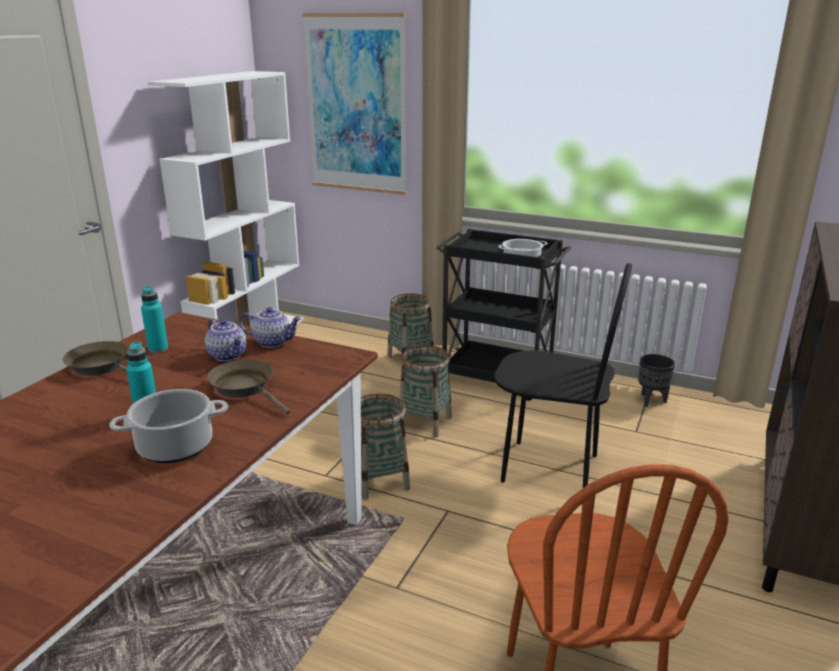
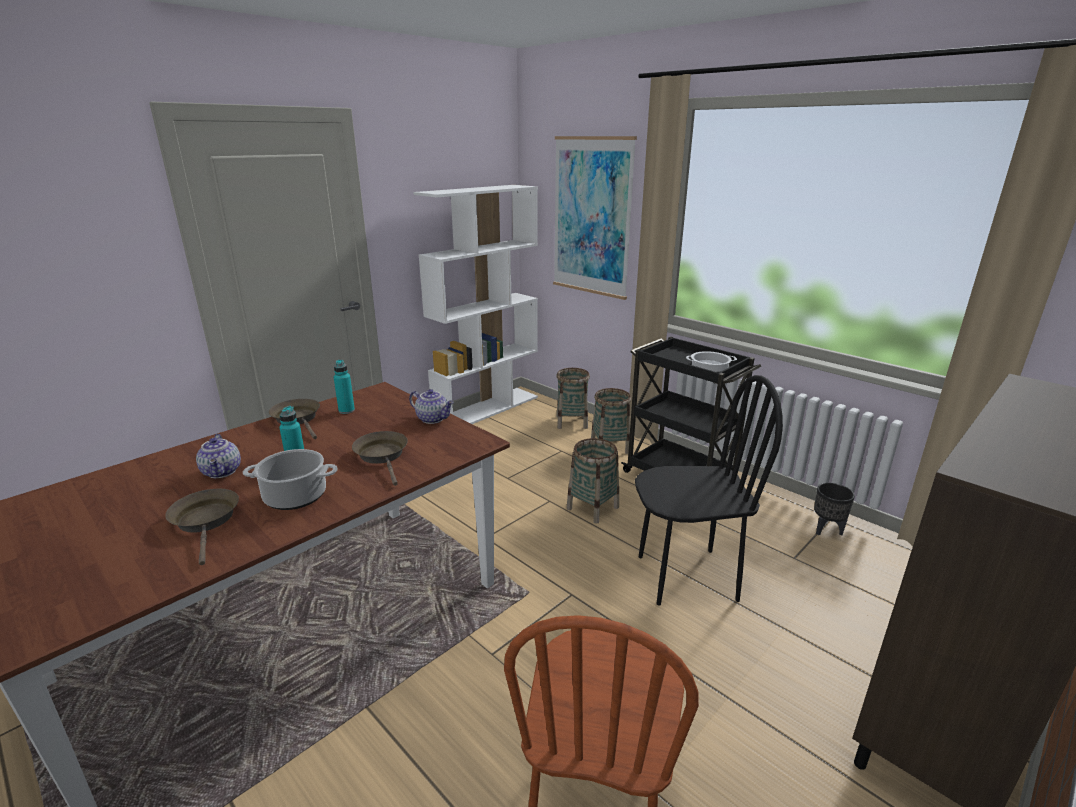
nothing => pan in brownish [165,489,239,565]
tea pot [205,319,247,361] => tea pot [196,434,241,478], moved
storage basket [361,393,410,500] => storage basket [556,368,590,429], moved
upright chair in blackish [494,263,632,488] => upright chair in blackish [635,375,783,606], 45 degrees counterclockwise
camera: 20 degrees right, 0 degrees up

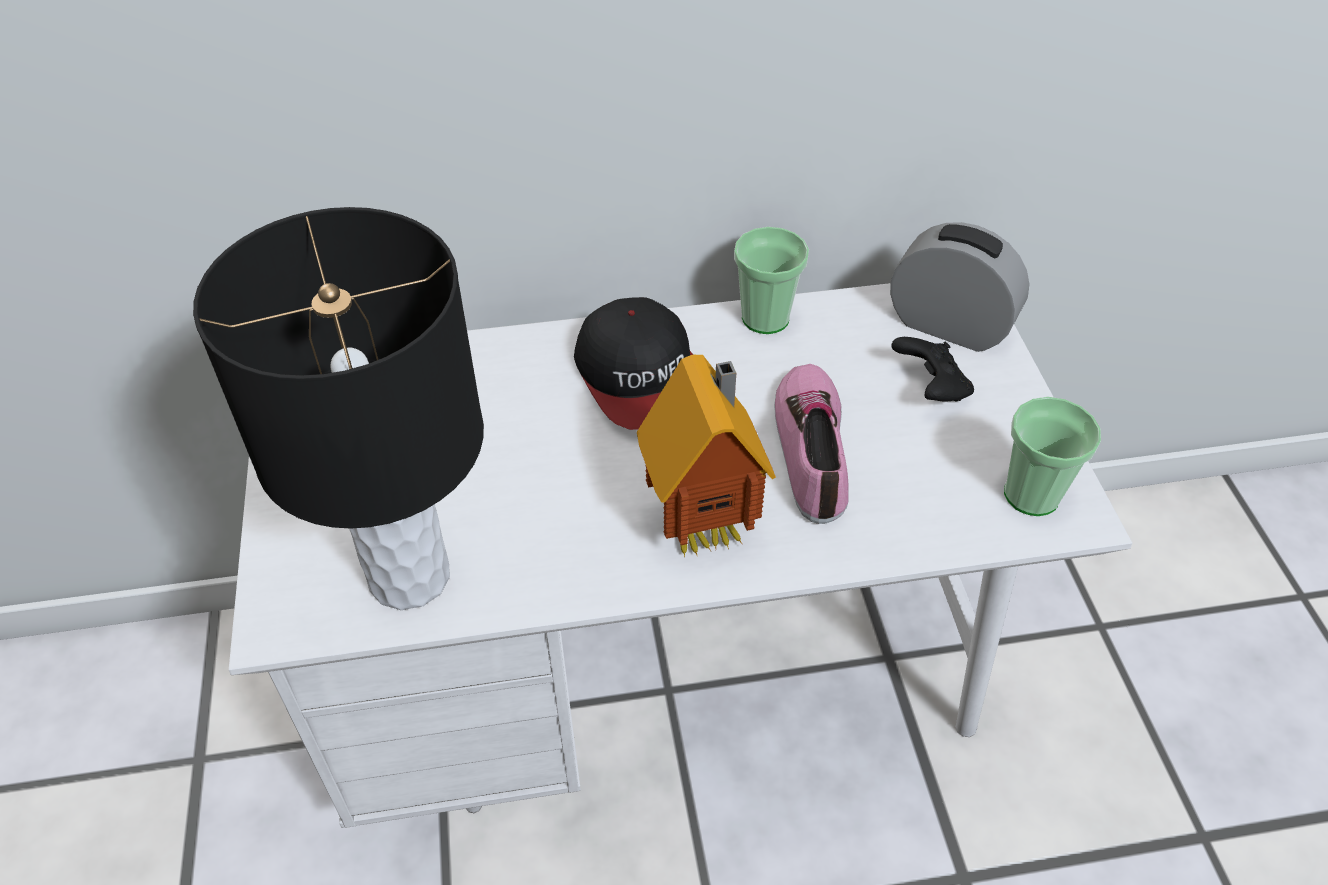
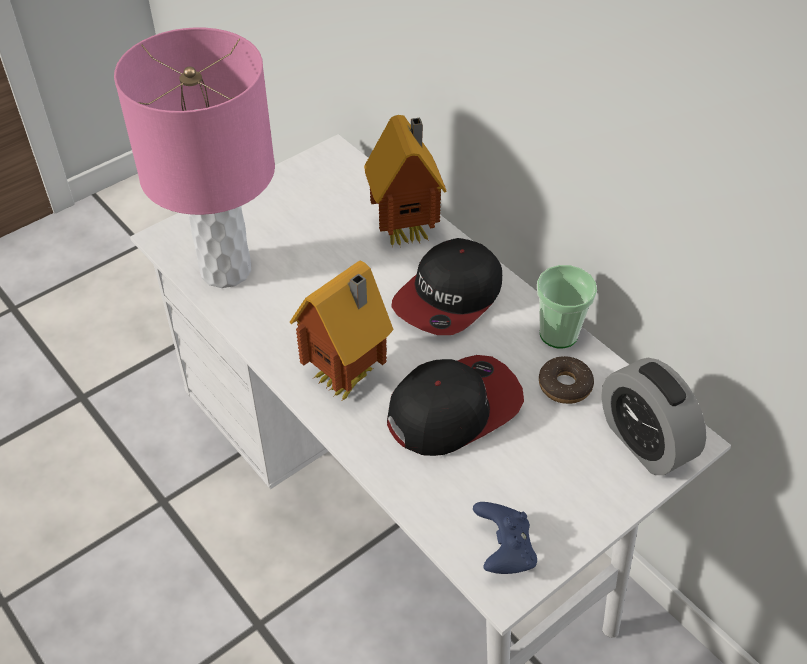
joypad in blackish [891,337,974,402] => nothing
nothing => model house [364,115,447,247]
nothing => donut [539,356,594,404]
item of footwear [774,364,848,524] => cap [387,355,524,456]
cup [1004,397,1101,516] => joypad in bluish [473,502,537,574]
table lamp in blackish [193,207,484,610] => table lamp in pink [114,27,275,288]
bedside clock [890,222,1030,352] => bedside clock [601,358,706,475], 150 degrees clockwise
camera: 60 degrees right, 0 degrees up

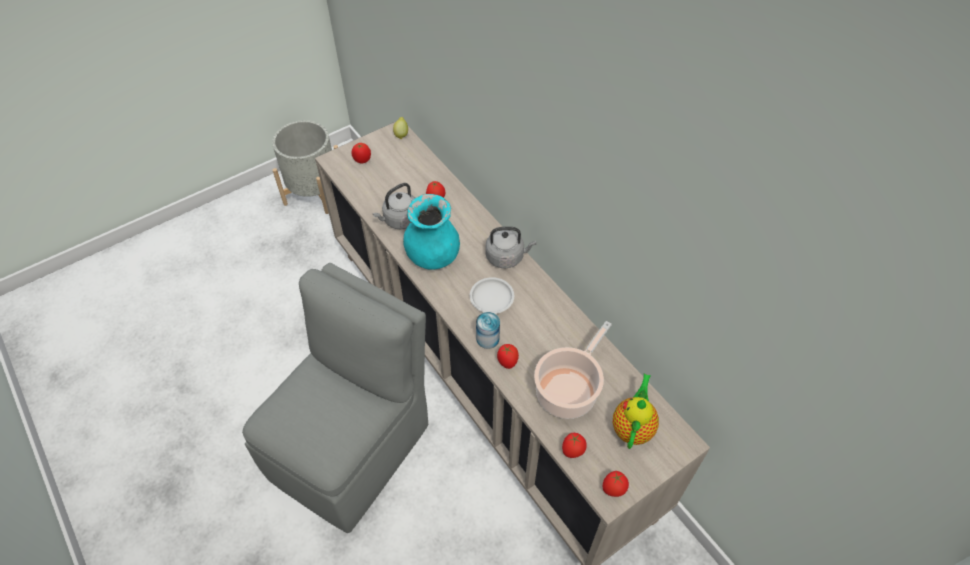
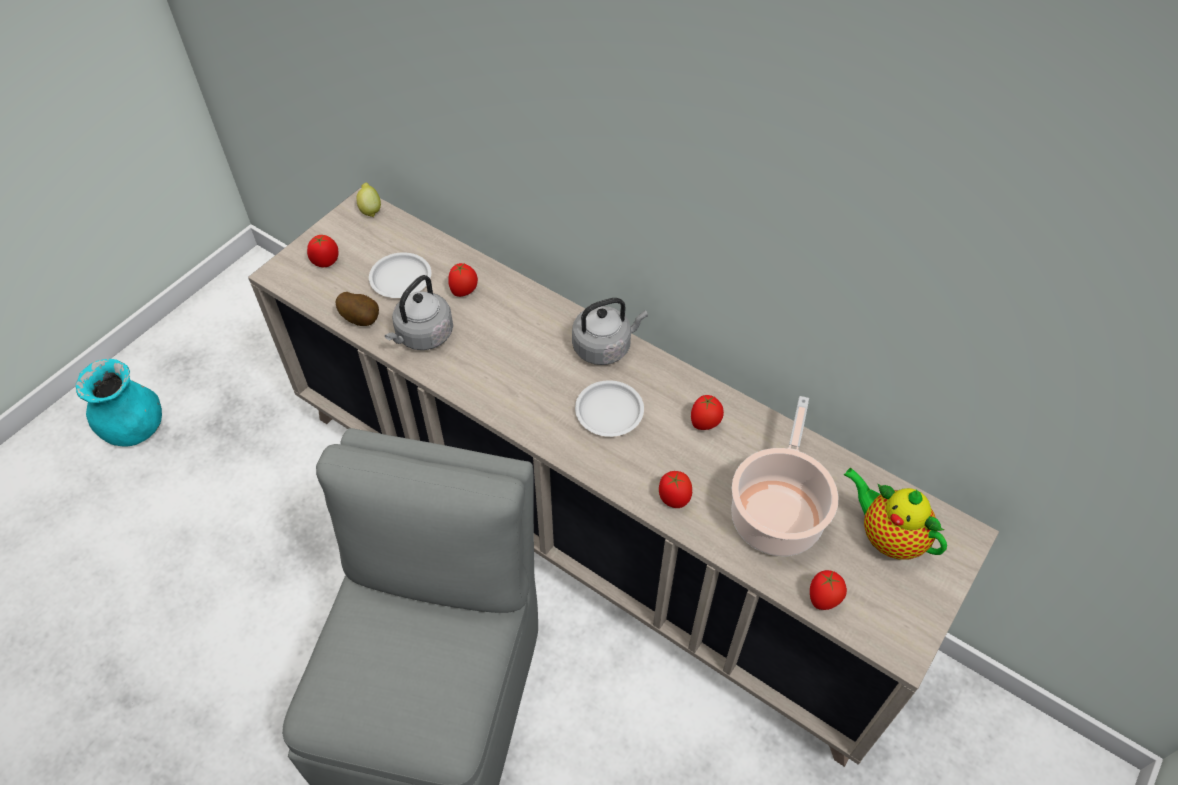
planter in gray [272,120,338,214] => nothing
sealed can [476,312,500,349] => nothing
nothing => potato [335,292,379,326]
nothing => plate in white-coloured [369,252,431,298]
vase in turquoise [403,194,460,270] => vase in turquoise [76,359,162,447], moved
whole tomato [603,471,629,497] => whole tomato [691,395,724,430], moved
tea pot [613,373,659,449] => tea pot [843,468,947,560], 45 degrees counterclockwise
camera: 20 degrees left, 0 degrees up

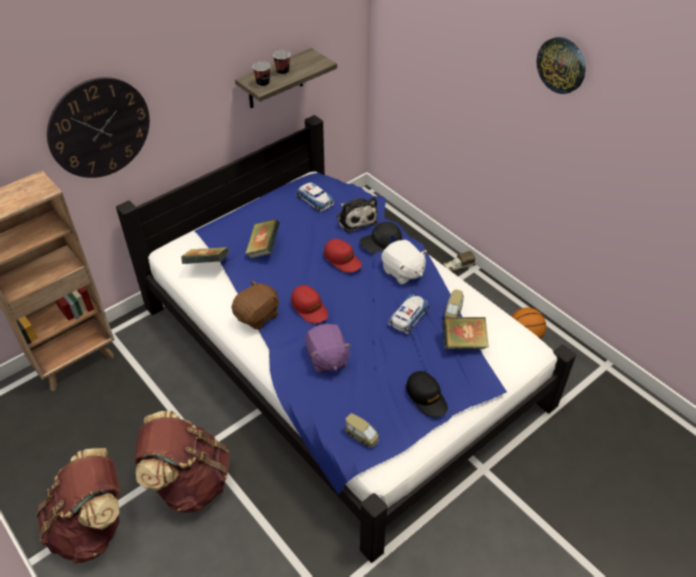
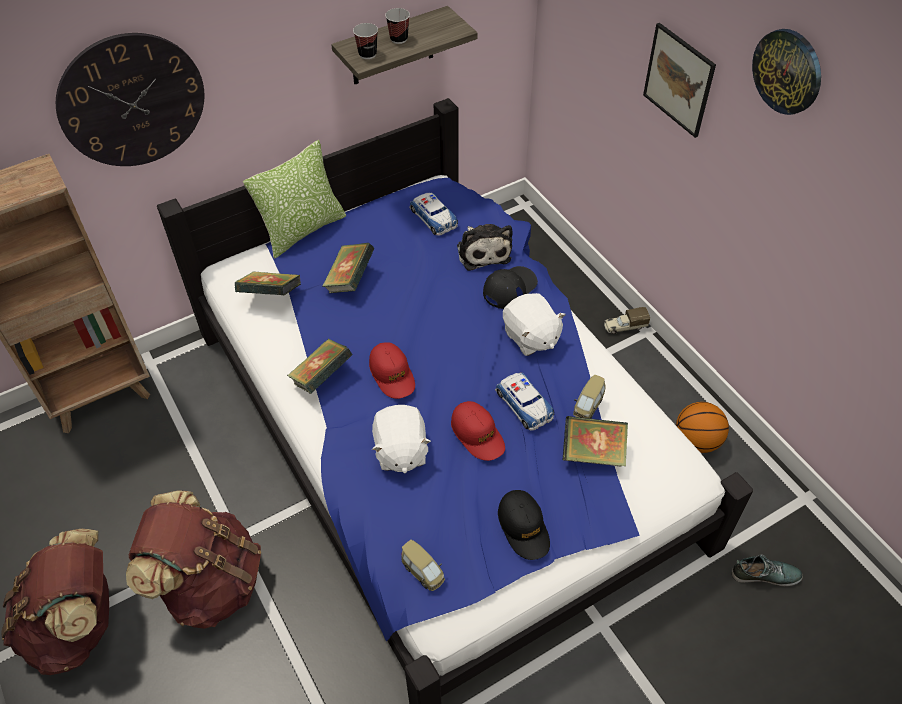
nothing => throw pillow [243,140,346,259]
nothing => wall picture [643,23,716,138]
nothing => item of footwear [732,555,803,586]
cap in red [324,239,362,273] => cap in red [451,401,505,461], moved
cuddly toy in brownish [231,280,279,330] => bound book [287,339,352,394]
cuddly toy in purple-coloured [306,324,352,373] => cuddly toy in white-coloured [372,405,431,473]
cap in blackish [360,222,402,253] => cap in blackish [483,266,538,309], 150 degrees clockwise
model car [388,294,429,334] => model car [495,372,554,431], 105 degrees clockwise
camera: 10 degrees right, 5 degrees up

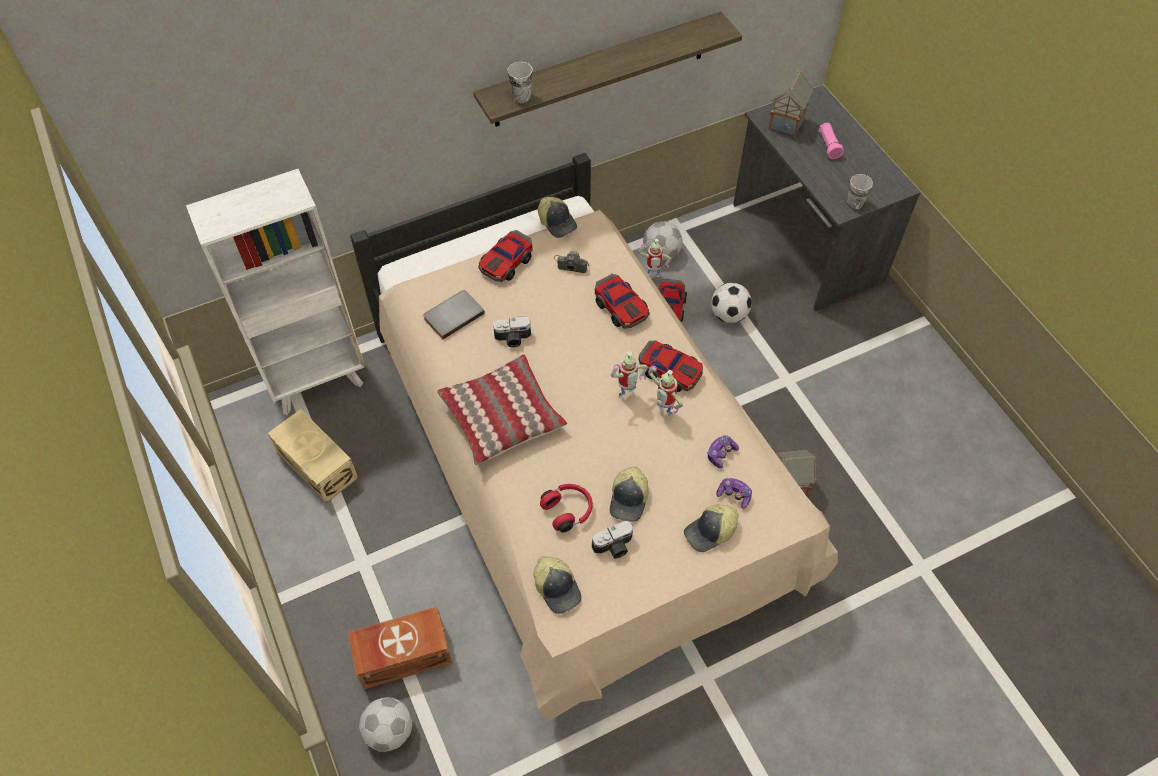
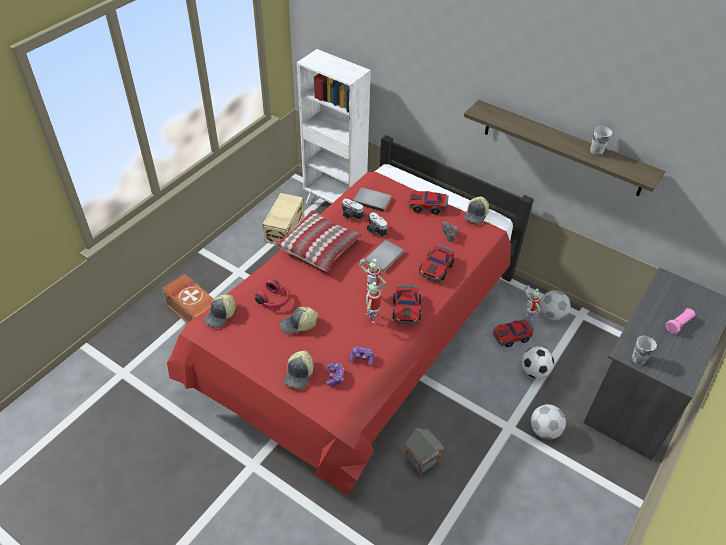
model house [768,71,813,137] => nothing
nothing => bound book in gray [364,240,404,273]
ball for football [359,697,412,752] => ball for football [531,404,566,440], moved
cup [507,62,533,103] => cup [590,126,612,155], moved
still camera [592,521,633,559] => still camera [342,199,364,220], moved
sleeping bed in sand-coloured [350,153,838,721] => sleeping bed in red [167,135,534,495]
cap [684,504,738,552] => cap [284,350,314,389], 105 degrees counterclockwise
camera: 60 degrees right, 10 degrees down

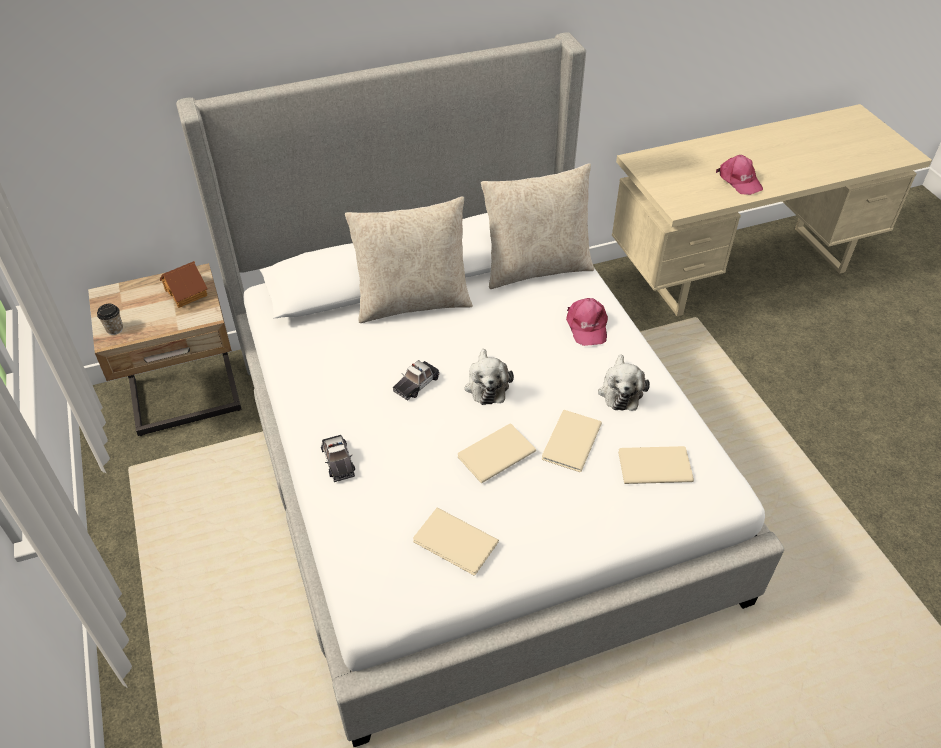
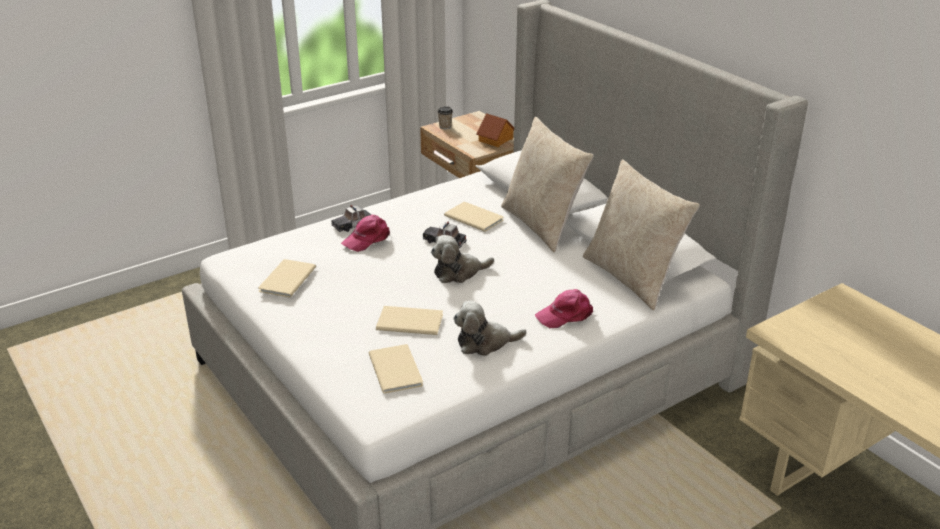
bound book in sand-coloured [458,424,536,483] => bound book in sand-coloured [444,202,504,232], moved
cap in pink [716,155,763,195] => cap in pink [341,215,390,252], moved
camera: 75 degrees right, 15 degrees down

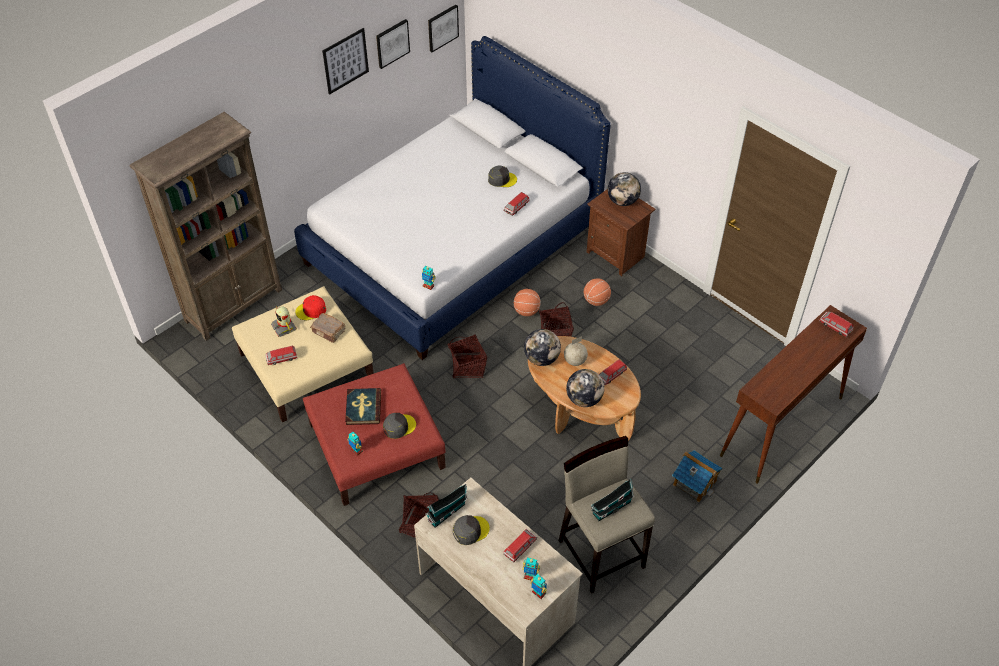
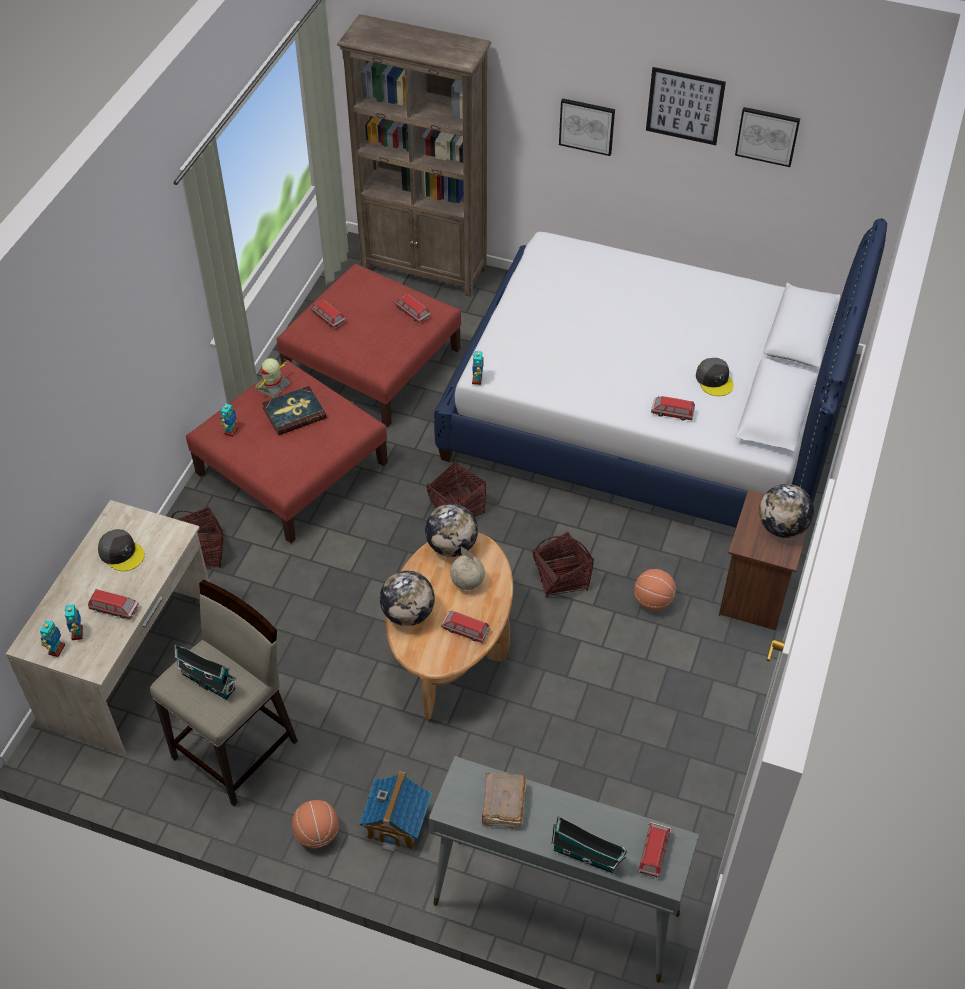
cap in gray [383,413,416,439] => nothing
model robot [271,306,297,337] => model robot [254,358,290,398], moved
bound book in brownish [310,313,345,343] => bound book in brownish [482,772,526,829], moved
model house [425,484,467,528] => model house [551,816,627,873], moved
wall picture [428,4,459,52] => wall picture [559,98,615,156], moved
ball for basketball [514,289,541,316] => ball for basketball [292,800,339,848], moved
cap in red [295,295,326,320] => model car [395,294,430,324]
ottoman in sand-coloured [232,286,374,422] => ottoman in red [276,263,461,427]
console table in brownish [720,305,867,484] => console table in gray [429,756,699,983]
camera: 65 degrees right, 0 degrees up

